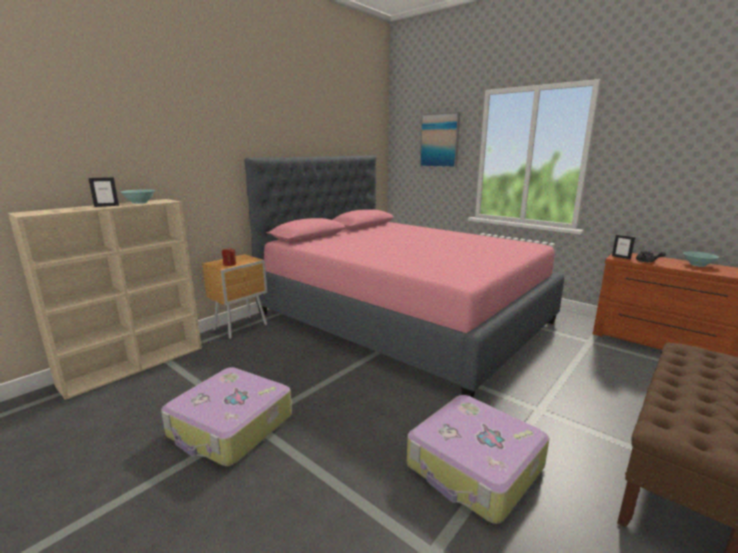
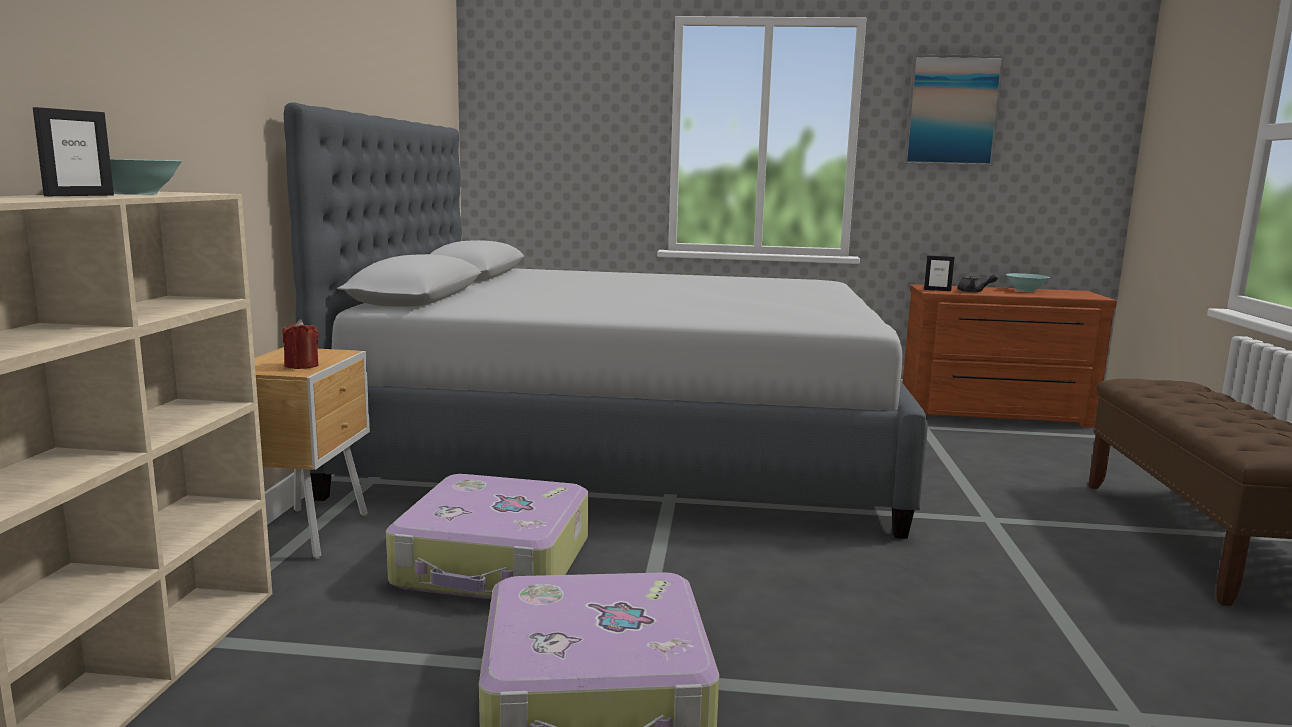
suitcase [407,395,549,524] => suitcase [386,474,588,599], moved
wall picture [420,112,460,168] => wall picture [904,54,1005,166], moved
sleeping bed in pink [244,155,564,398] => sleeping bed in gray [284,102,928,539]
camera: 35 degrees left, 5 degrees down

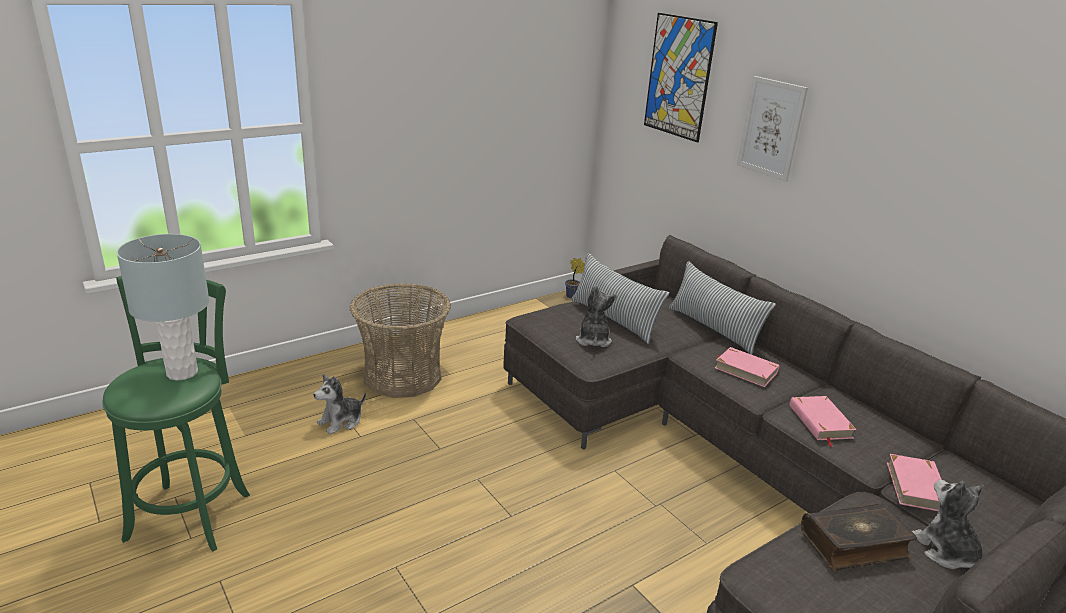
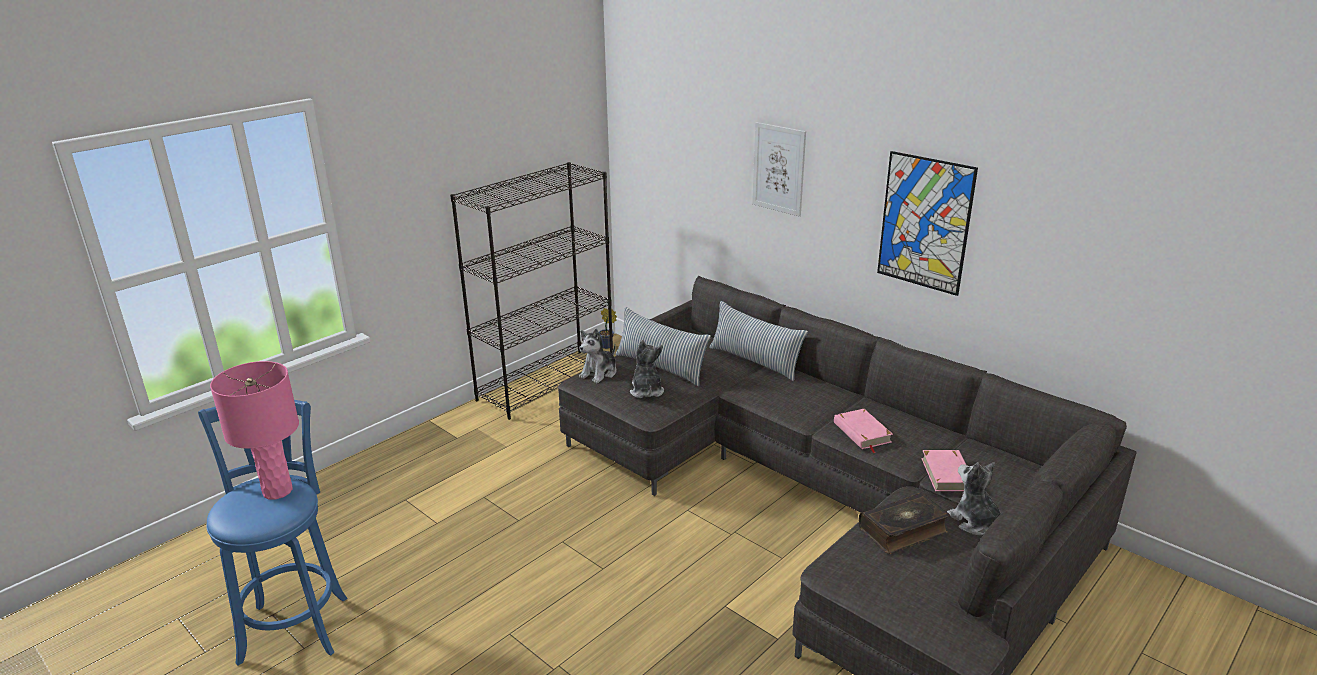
storage basket [350,283,451,398] => nothing
bound book in pink [715,347,780,387] => nothing
nothing => bookshelf in blackish [450,162,613,420]
cuddly toy [313,374,366,434] => cuddly toy [579,329,617,383], moved
wall picture [644,13,718,142] => wall picture [877,151,978,296], moved
stool in green [102,276,250,551] => stool in bluish [198,400,348,666]
table lamp in gray [116,234,209,381] => table lamp in pink [210,361,299,499]
camera: 10 degrees left, 0 degrees up

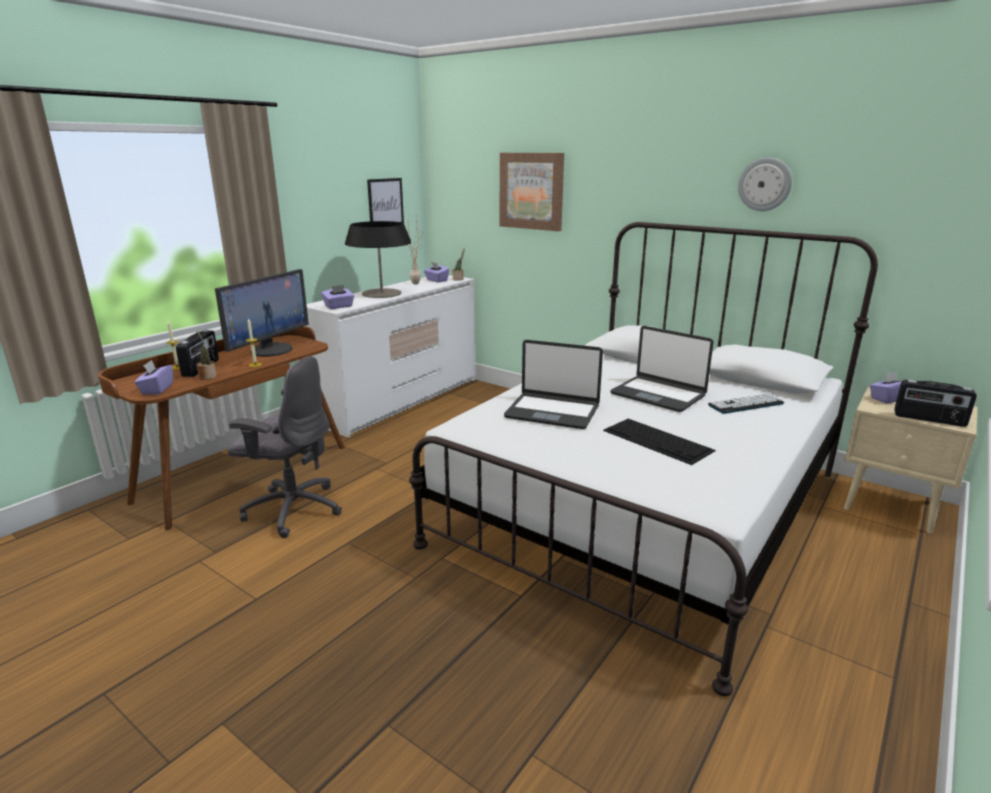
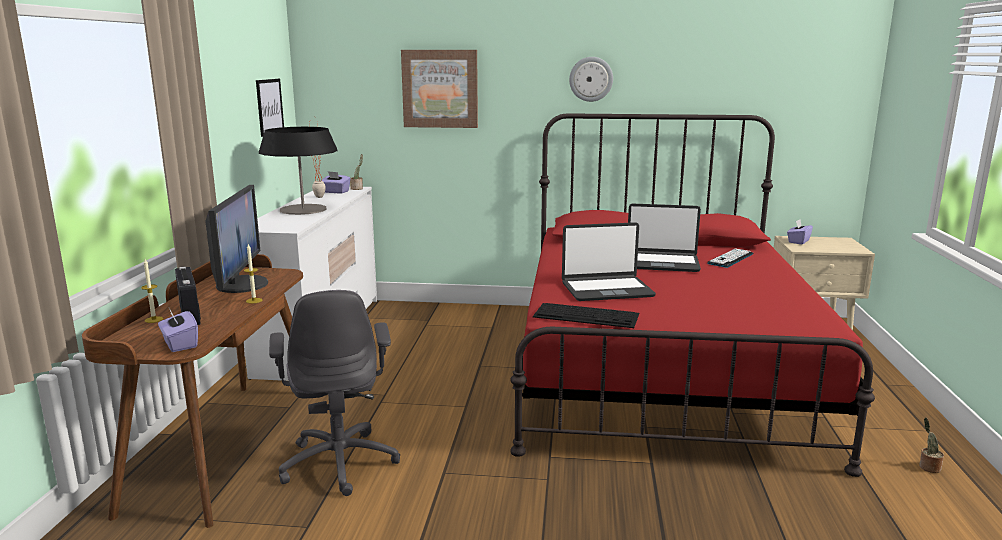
tissue holder in purple-coloured [321,285,354,309] => nothing
radio receiver [894,380,977,427] => nothing
potted plant [196,331,217,380] => potted plant [919,418,944,473], moved
computer keyboard [603,419,716,465] => computer keyboard [533,303,639,328], moved
clock on the wall [738,157,792,211] => clock on the wall [569,57,613,102], moved
sleeping bed in white-coloured [409,222,878,696] => sleeping bed in red [510,113,875,477]
computer chair in gray [227,356,342,538] => computer chair in gray [269,290,400,496], 90 degrees clockwise
camera: 30 degrees left, 5 degrees down

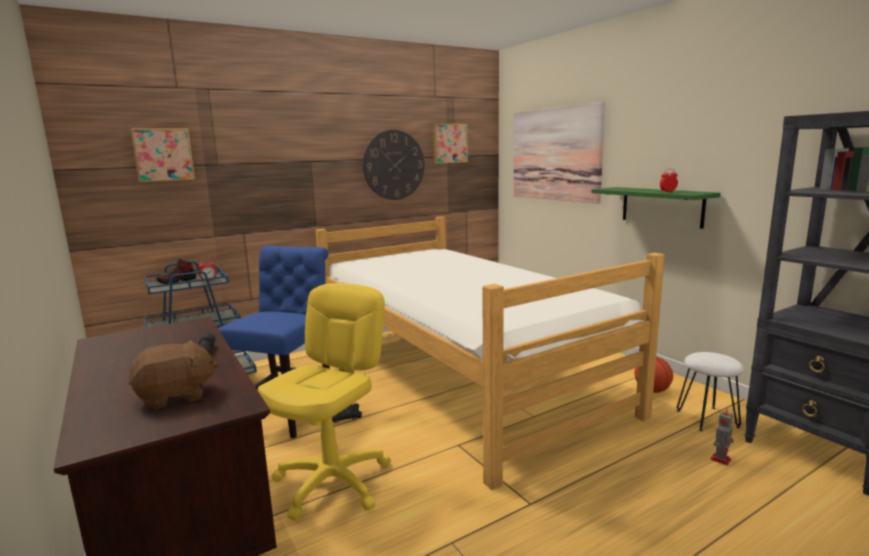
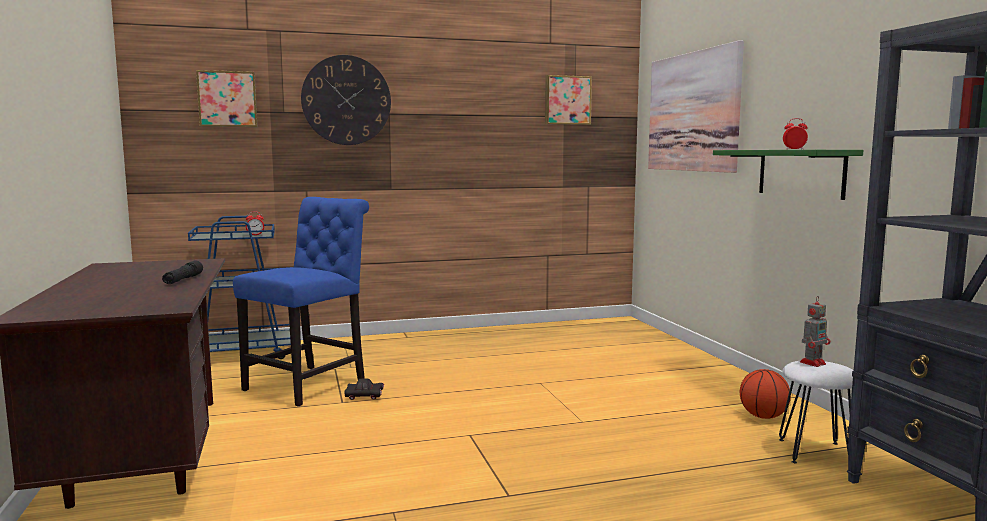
cuddly toy in brownish [129,340,219,409] => nothing
item of footwear [156,259,196,284] => nothing
computer chair in yellow [258,283,391,521] => nothing
sleeping bed [315,216,665,490] => nothing
clock on the wall [363,130,425,200] => clock on the wall [301,55,391,145], moved
model robot [710,409,734,466] => model robot [800,296,830,367], moved
camera: 15 degrees right, 5 degrees down

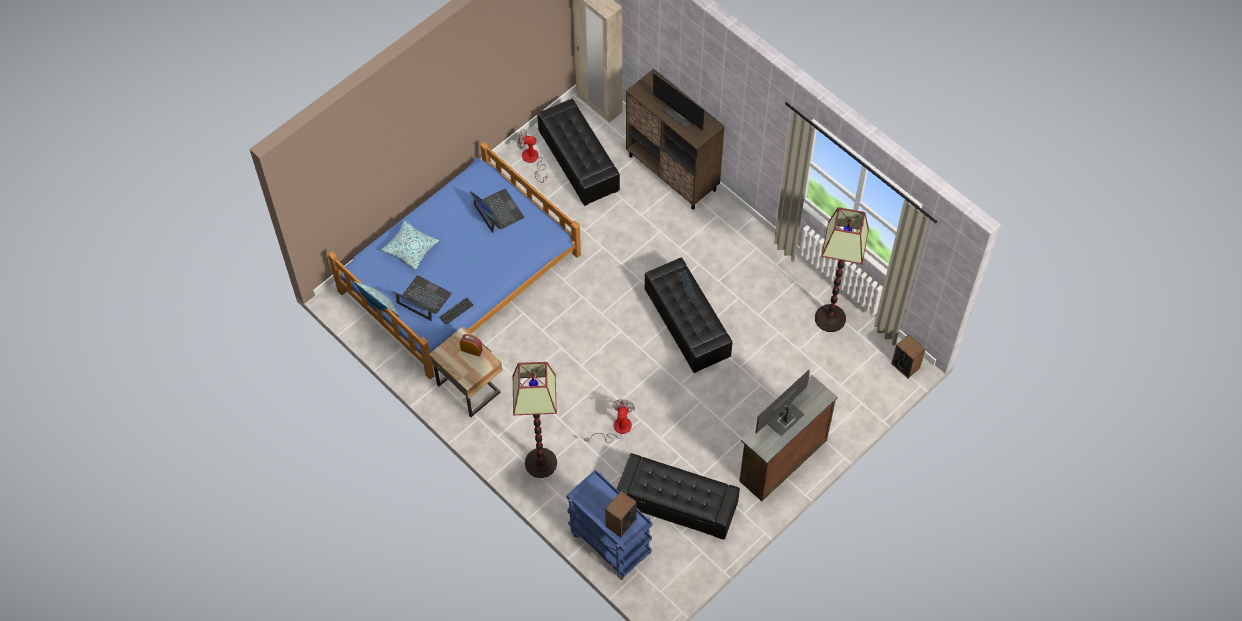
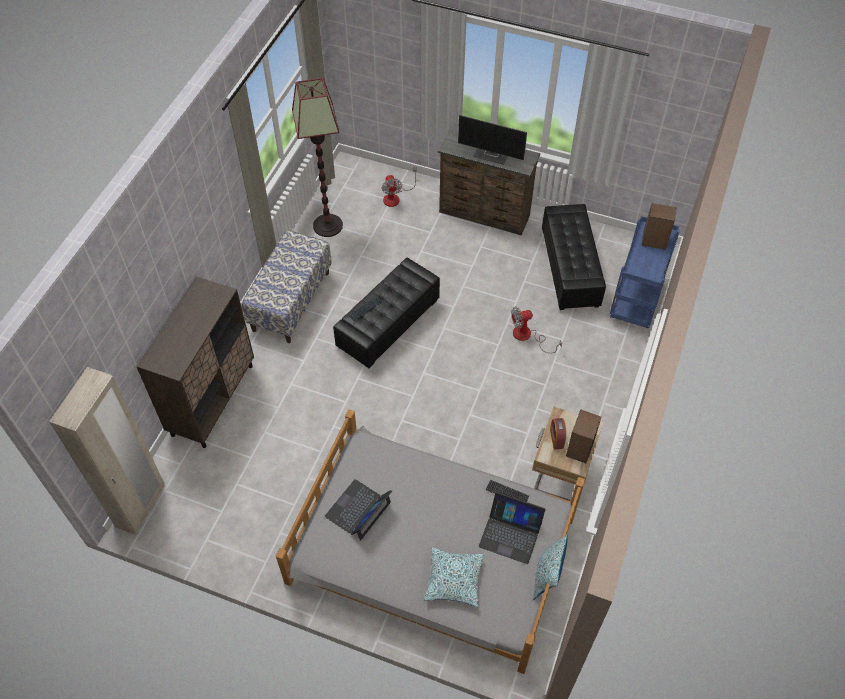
standing lamp [512,362,557,478] => nothing
ottoman in blackish [537,99,620,206] => nothing
computer screen [653,72,705,131] => nothing
nothing => bench [242,230,332,343]
cooling fan [517,129,547,183] => cooling fan [382,167,417,207], moved
speaker [891,334,926,378] => speaker [566,410,601,463], moved
sleeping bed in bluish [328,142,581,379] => sleeping bed in gray [276,409,585,674]
notebook computer [392,275,452,321] => notebook computer [479,492,546,564], 75 degrees counterclockwise
camera: 115 degrees left, 5 degrees down

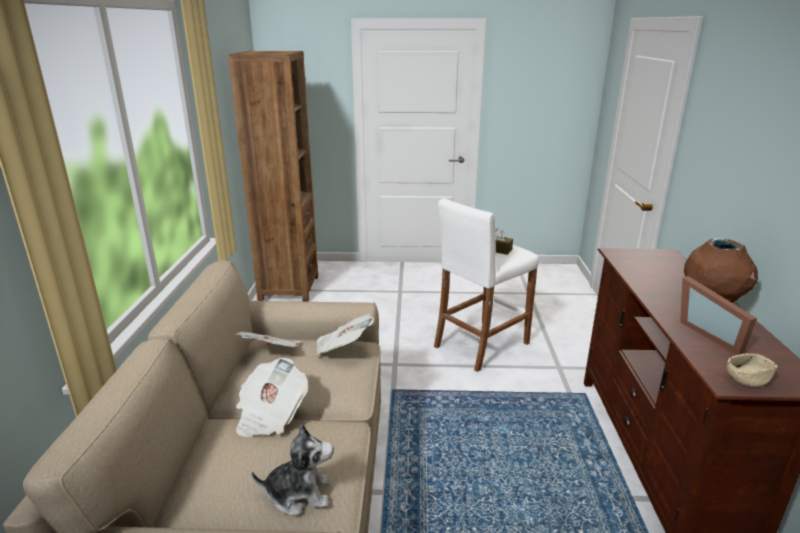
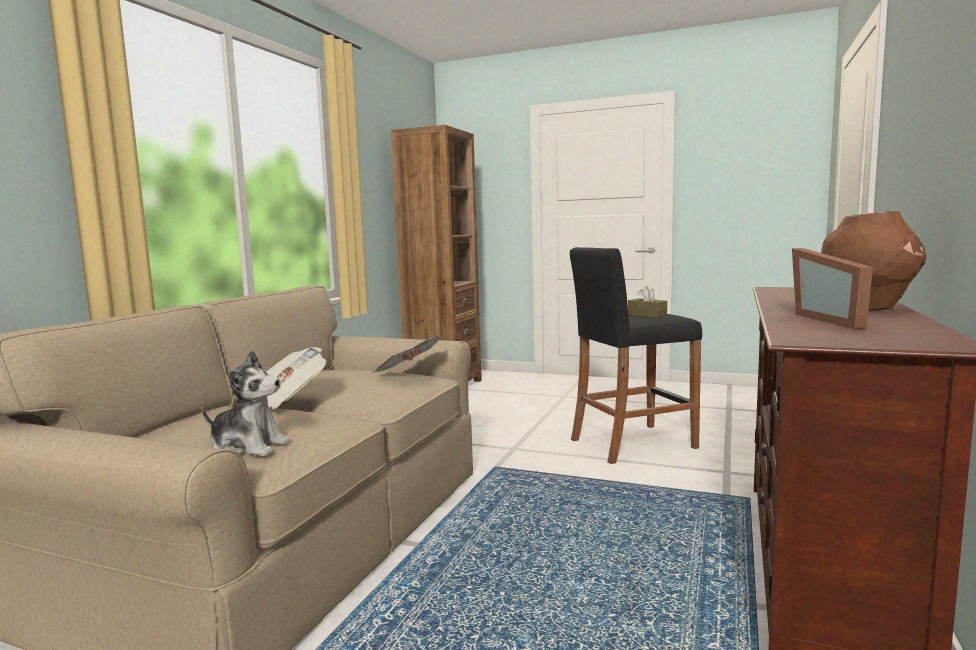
daily paper [235,332,301,347] => nothing
deep dish in sand-coloured [727,353,777,387] => nothing
stool in white-coloured [434,199,539,372] => stool in blackish [570,247,702,464]
camera: 20 degrees right, 15 degrees down

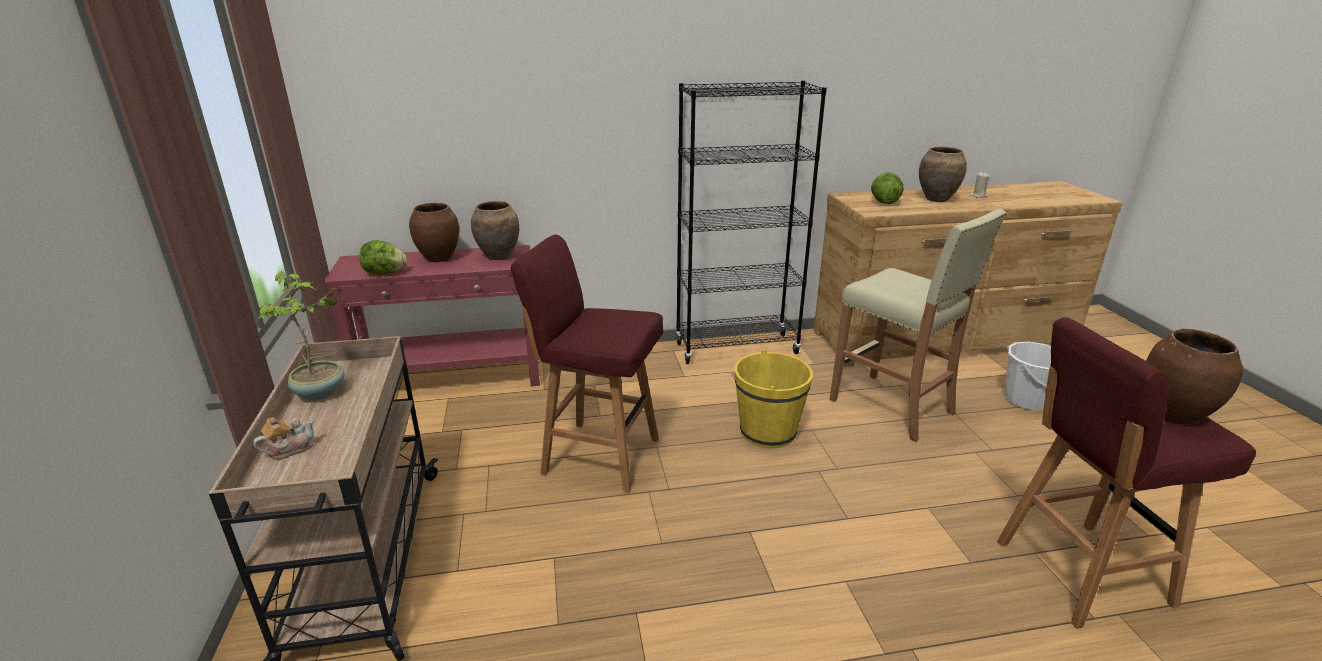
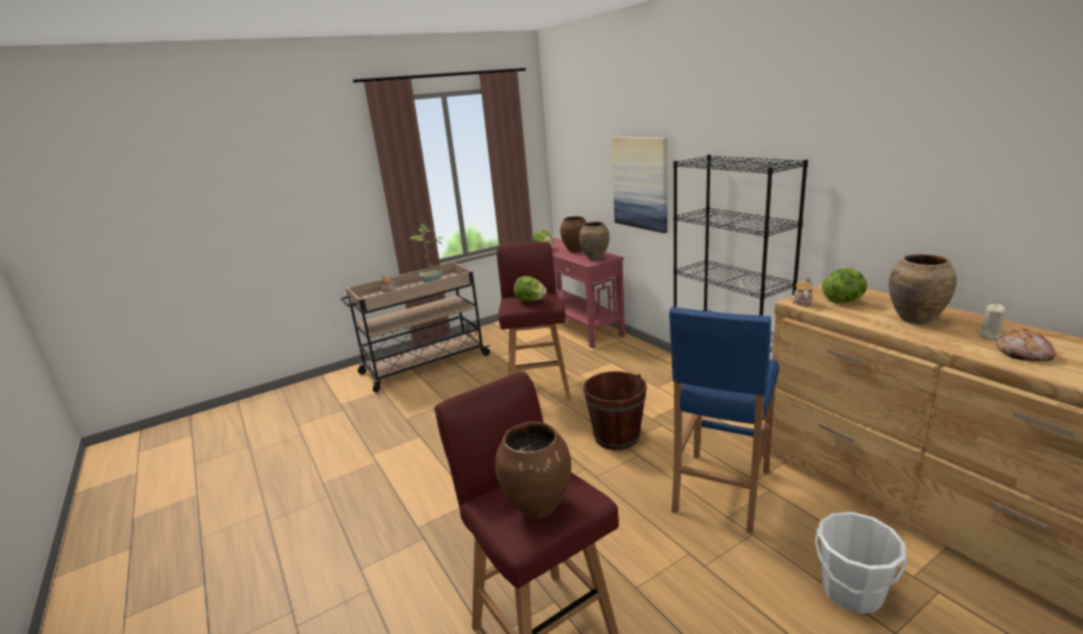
nothing => head of lettuce [514,276,547,302]
nothing => wall picture [611,137,667,233]
nothing => tea pot [792,277,813,306]
nothing => baked bread [996,329,1056,362]
pail in yellow [734,349,813,449] => pail in brownish [583,371,647,450]
stool in sand-coloured [830,209,1006,442] => stool in bluish [669,307,779,534]
camera: 70 degrees right, 5 degrees down

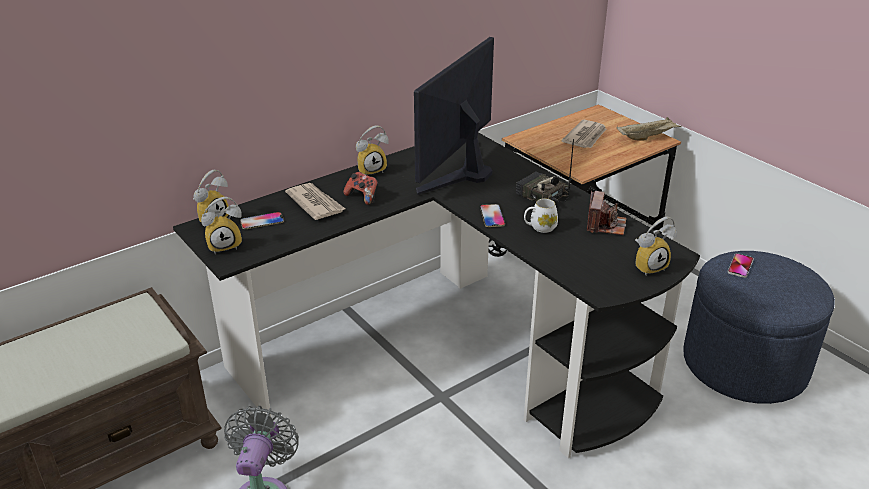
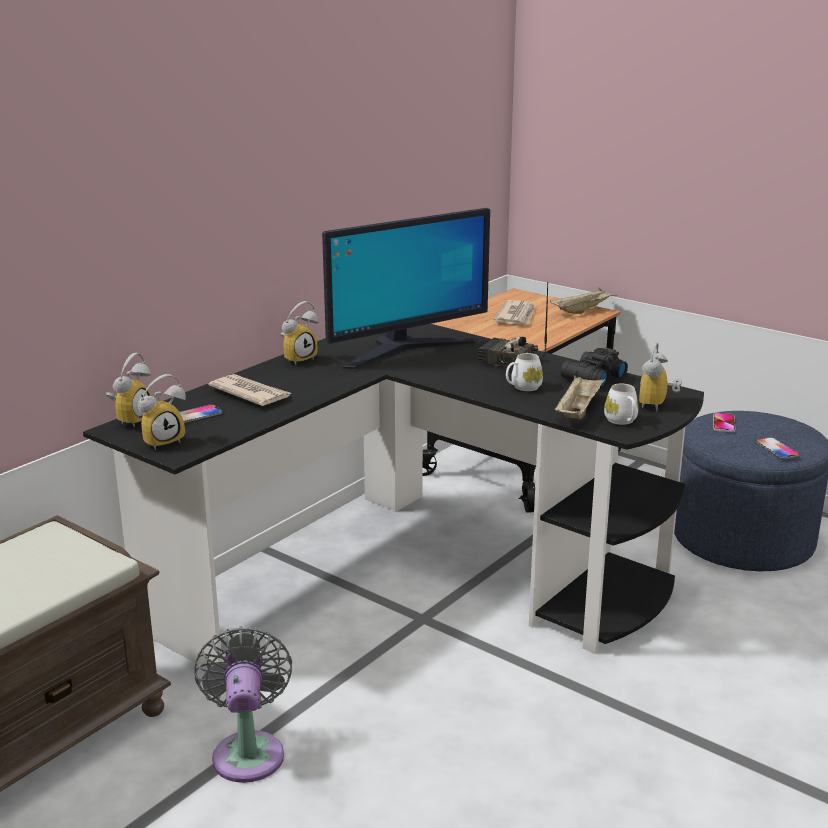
joypad [343,172,378,205] => nothing
nothing => carrying tray in sand-coloured [554,375,605,419]
nothing => mug in white-coloured [604,383,638,425]
telephone [480,204,505,227] => telephone [756,437,800,459], moved
still camera [587,191,626,235] => pair of binoculars in blackish [561,348,628,388]
computer screen [414,37,494,195] => computer screen [322,208,490,369], 135 degrees counterclockwise
bedside clock [635,217,677,275] => bedside clock [639,342,682,412], 150 degrees clockwise
camera: 15 degrees left, 10 degrees down

